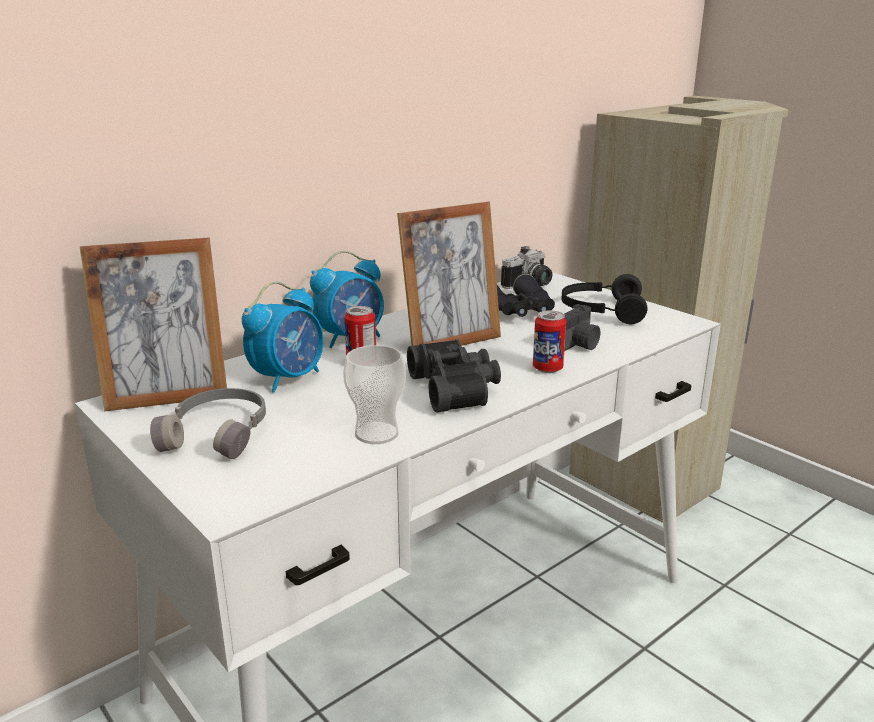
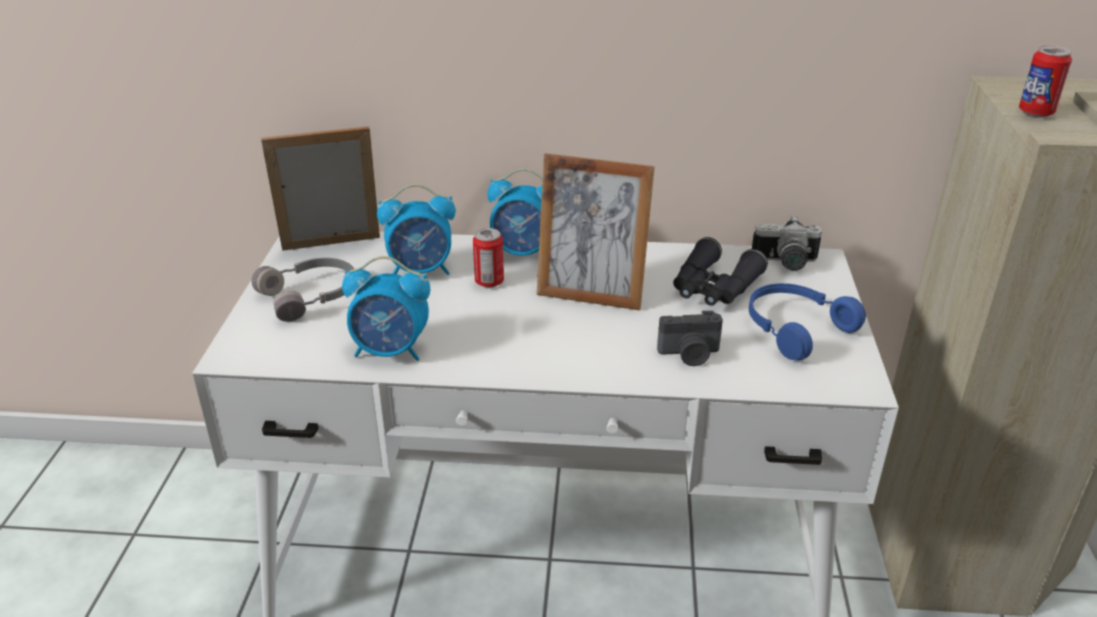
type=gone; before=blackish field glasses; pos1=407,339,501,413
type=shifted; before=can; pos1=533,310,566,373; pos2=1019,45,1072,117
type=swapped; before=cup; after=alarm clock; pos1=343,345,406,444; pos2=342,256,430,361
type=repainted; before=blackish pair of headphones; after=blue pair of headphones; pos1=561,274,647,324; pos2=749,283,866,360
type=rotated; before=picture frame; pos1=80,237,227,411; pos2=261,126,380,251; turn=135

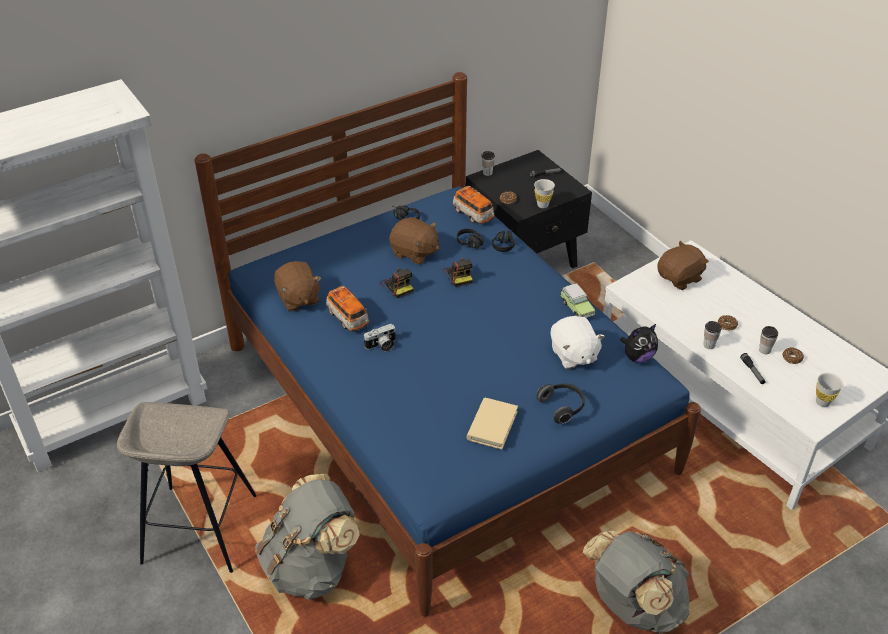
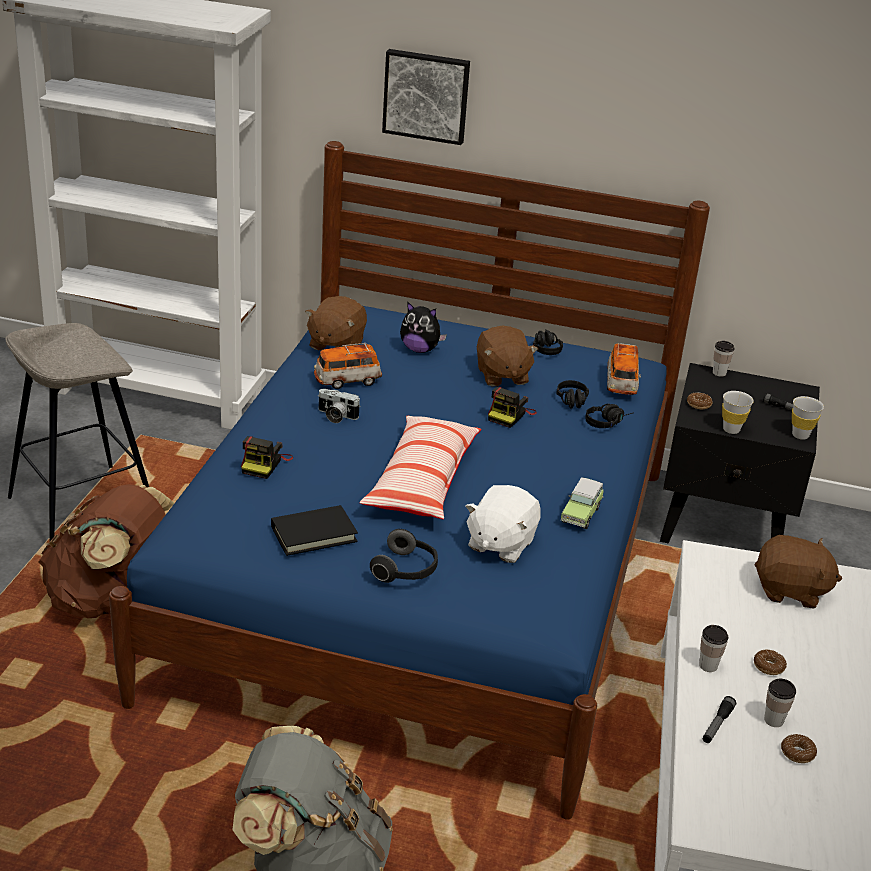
type=new; after=throw pillow; pos2=359,416,482,519
type=new; after=wall art; pos2=382,49,470,145
type=shifted; before=still camera; pos1=380,268,414,298; pos2=241,436,293,479
type=shifted; before=soft toy; pos1=620,324,658,363; pos2=400,302,447,353
type=shifted; before=white cup; pos1=816,373,843,407; pos2=792,396,824,440
type=repainted; before=greyish backpack; after=brown-coloured backpack; pos1=255,474,360,600; pos2=39,484,174,618
type=repainted; before=beige-coloured volume; after=blackish volume; pos1=466,397,518,450; pos2=271,505,358,556
type=rotated; before=toy car; pos1=326,286,370,331; pos2=314,343,382,389; turn=60

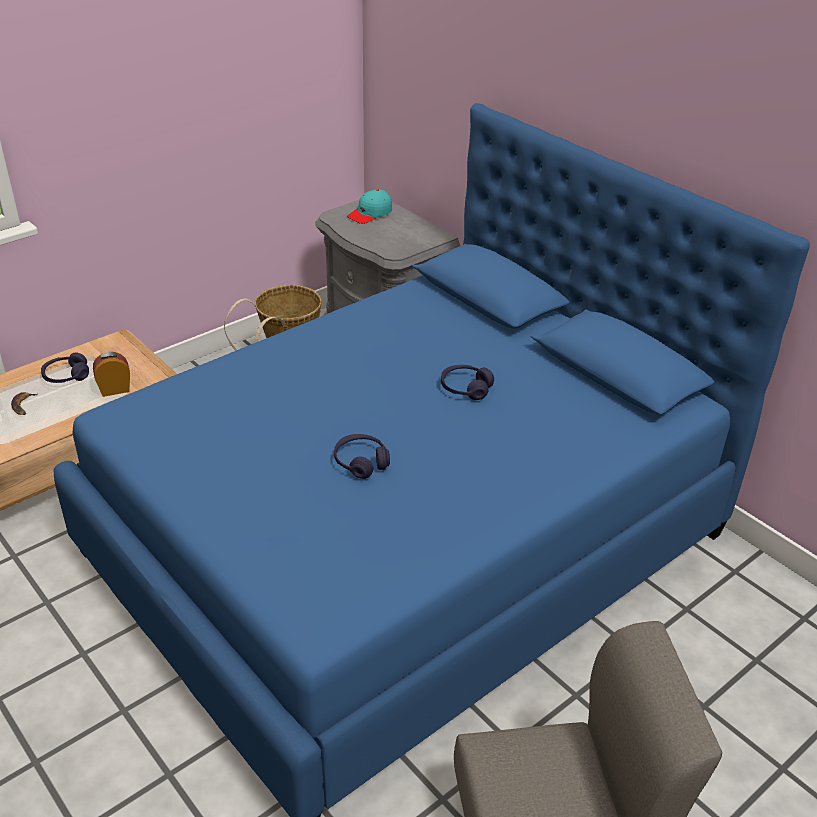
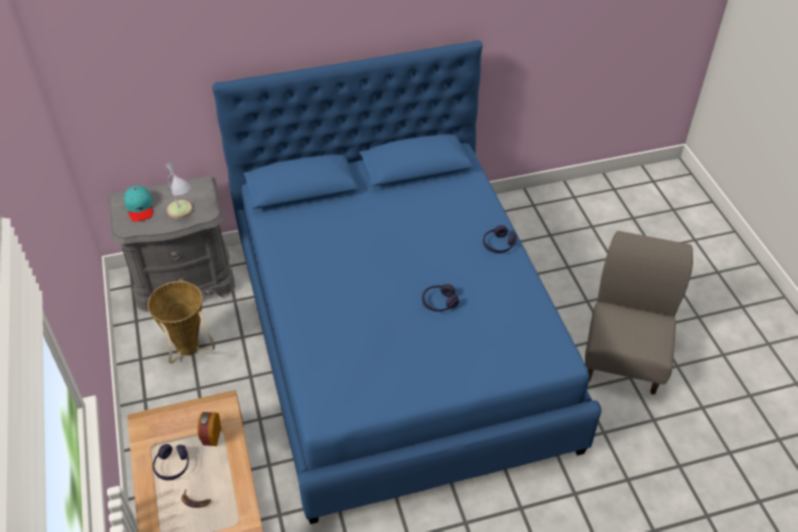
type=new; after=table lamp; pos2=166,162,192,219
type=shifted; before=purplish pair of headphones; pos1=441,365,494,400; pos2=483,225,517,253

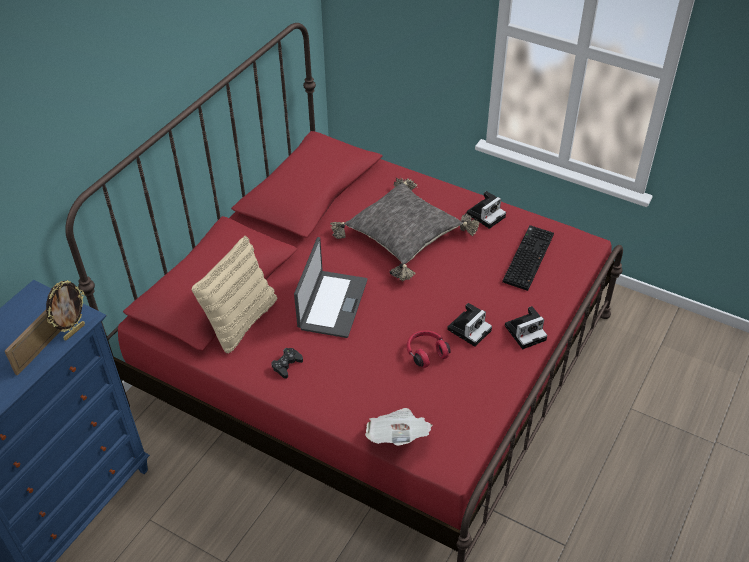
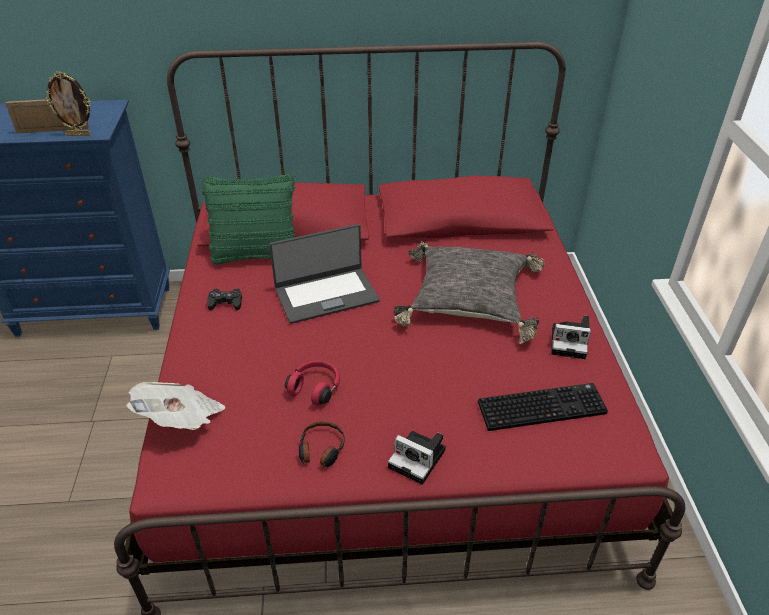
type=gone; before=still camera; pos1=447,303,492,347
type=new; after=pair of headphones; pos2=299,421,345,469
type=repainted; before=beige-coloured throw pillow; after=green throw pillow; pos1=192,236,278,353; pos2=202,174,296,265

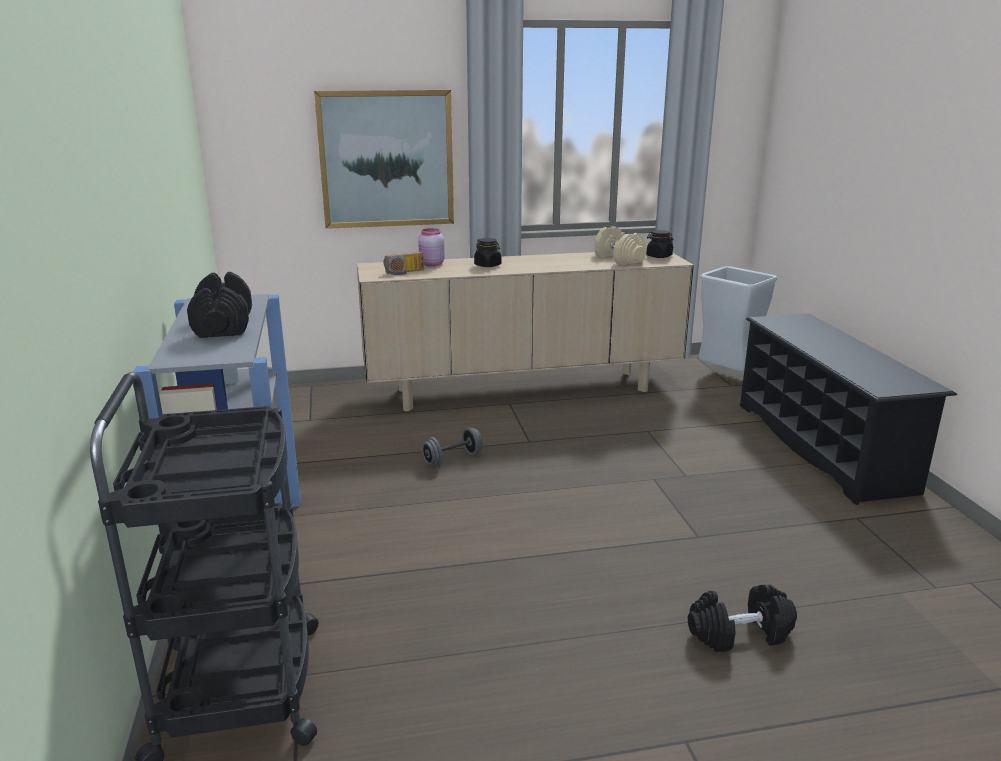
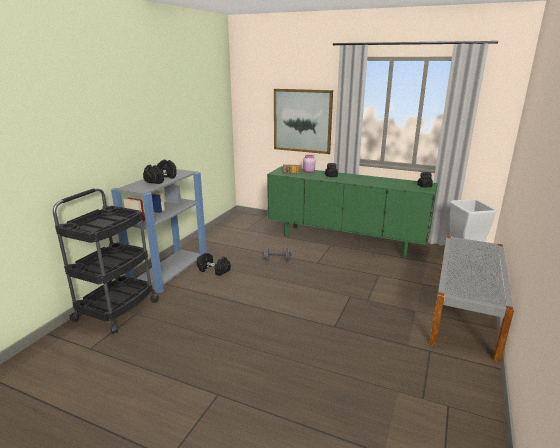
type=gone; before=beige-coloured hand weight; pos1=595,226,646,265
type=shifted; before=blackish hand weight; pos1=688,585,797,652; pos2=197,253,231,276
type=swapped; before=blackish shoe rack; after=greyish long seat; pos1=740,313,957,505; pos2=429,236,514,362
type=repainted; before=beige-coloured cupboard; after=green cupboard; pos1=357,250,694,411; pos2=267,166,438,258

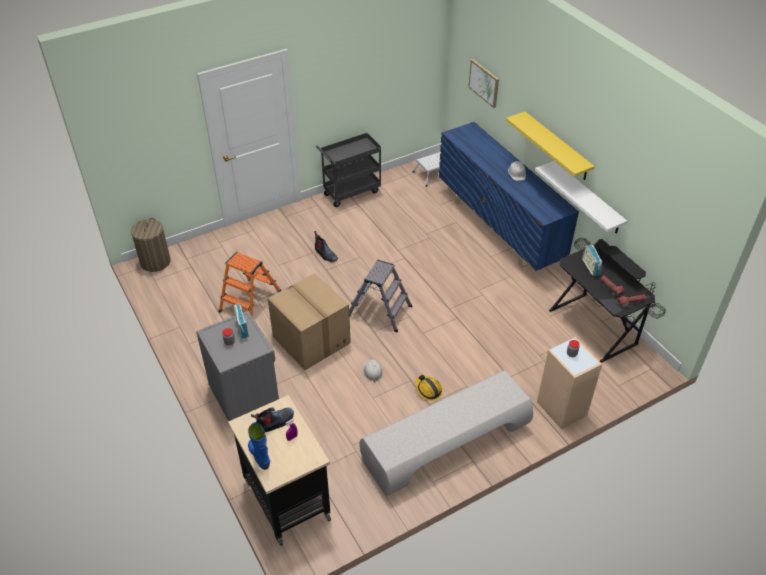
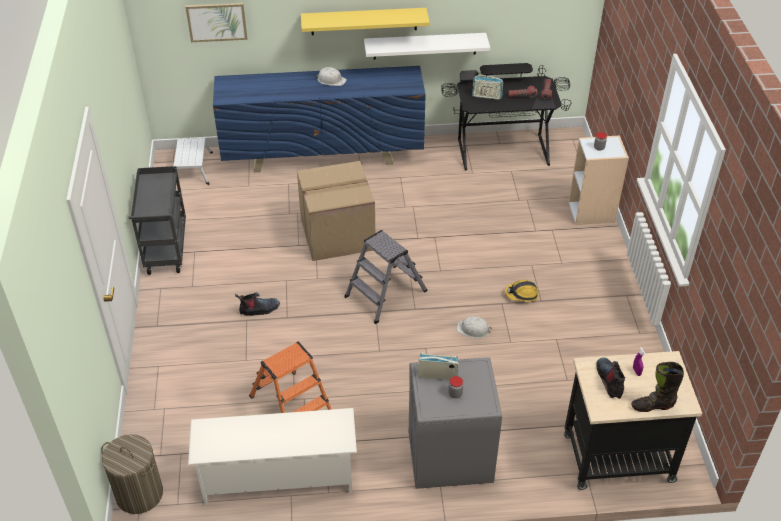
type=gone; before=greyish long seat; pos1=360,371,533,496
type=new; after=white shoe rack; pos2=188,408,357,505
type=shifted; before=cardboard box; pos1=267,273,351,370; pos2=297,161,375,261
type=repainted; before=blue high-top boot; after=blackish high-top boot; pos1=248,422,270,470; pos2=631,362,684,412

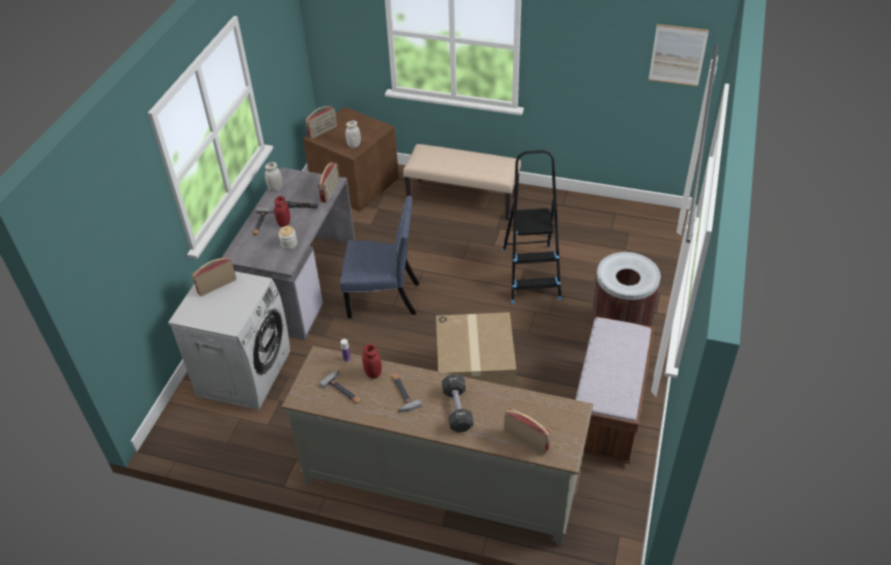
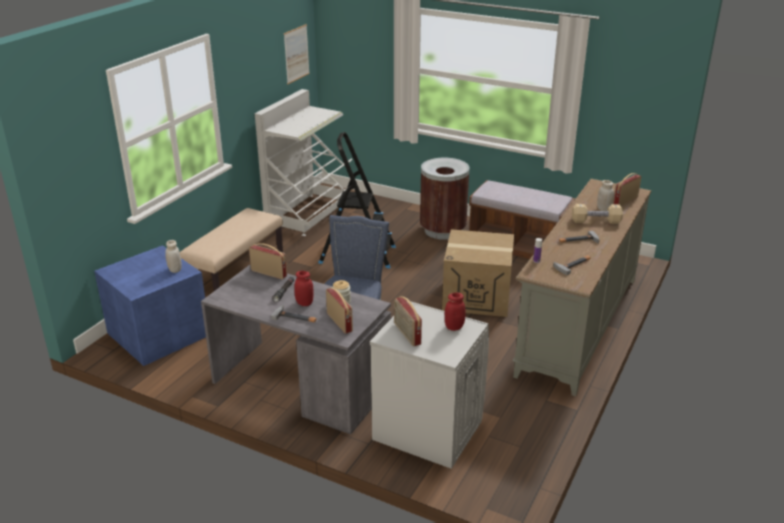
type=new; after=white shoe rack; pos2=255,89,352,236
type=shifted; before=white preserve jar; pos1=265,162,282,191; pos2=597,180,614,211
type=shifted; before=radio receiver; pos1=306,106,337,139; pos2=326,288,353,334
type=shifted; before=red-coloured preserve jar; pos1=362,344,382,379; pos2=445,293,466,331
type=repainted; before=brown-coloured storage box; after=blue storage box; pos1=303,107,399,212; pos2=94,245,206,366
type=repainted; before=blackish hand weight; after=beige-coloured hand weight; pos1=442,374,473,432; pos2=572,204,623,224

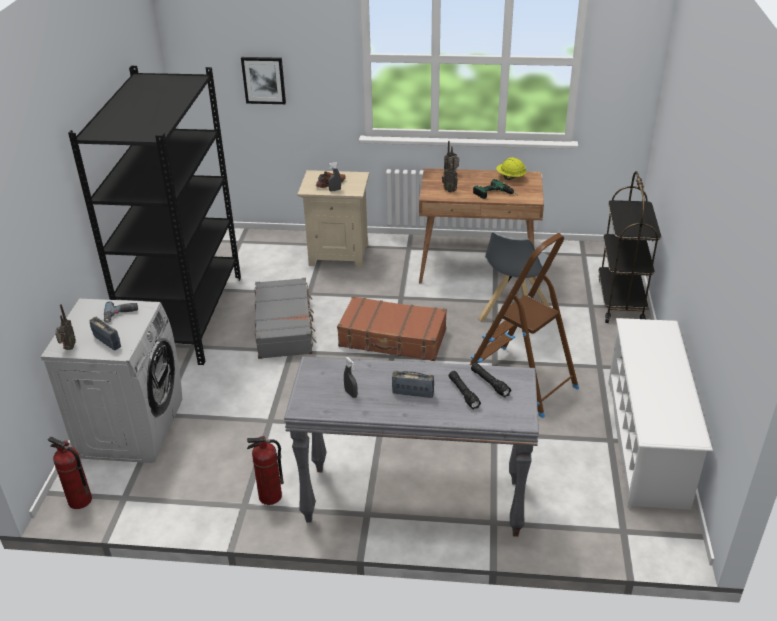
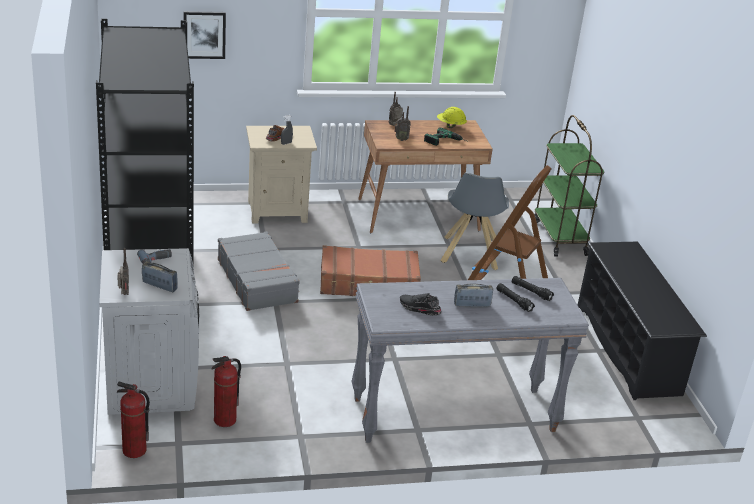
type=shifted; before=fire-fighting cylinder; pos1=247,436,284,505; pos2=212,356,241,427
type=swapped; before=greyish spray bottle; after=blackish shoe; pos1=344,357,358,398; pos2=400,293,441,315
type=repainted; before=blackish trolley; after=green trolley; pos1=598,171,661,323; pos2=534,115,605,257
type=repainted; before=white shoe rack; after=blackish shoe rack; pos1=608,318,713,510; pos2=578,242,707,400

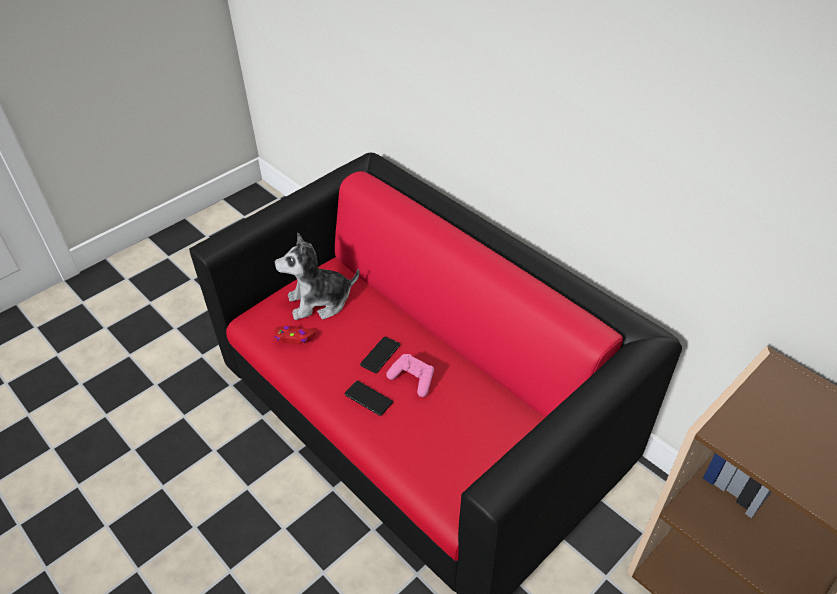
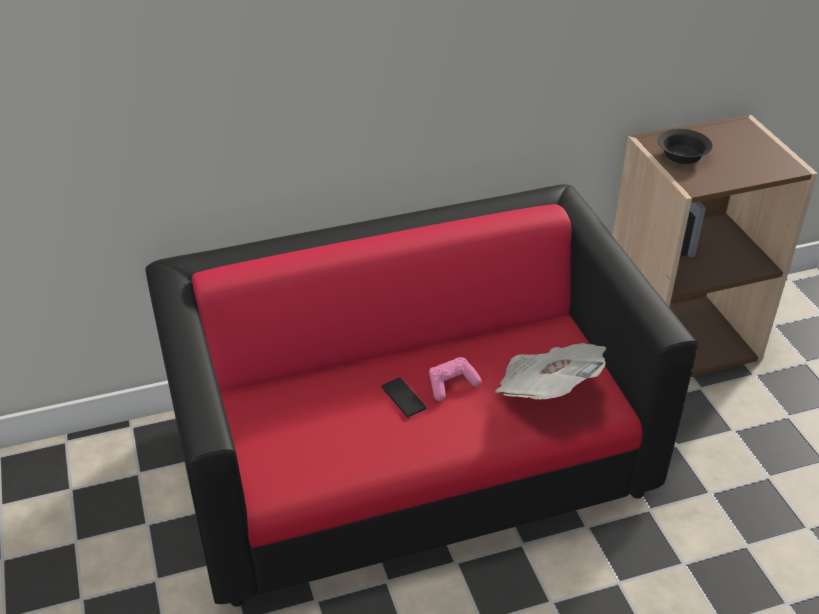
type=gone; before=soft toy; pos1=274,233,360,320
type=gone; before=red-coloured game controller; pos1=274,326,316,344
type=gone; before=handset; pos1=345,381,393,416
type=new; after=newspaper; pos2=495,343,606,400
type=new; after=blackish deep dish; pos2=658,129,712,164

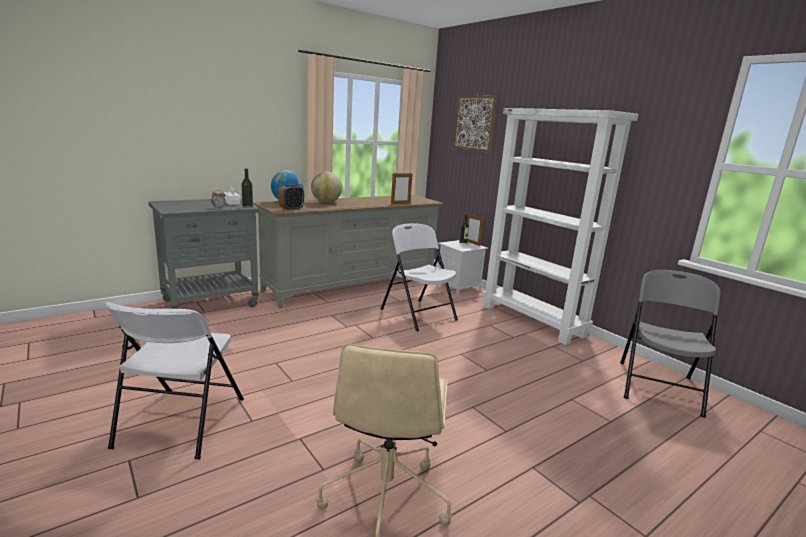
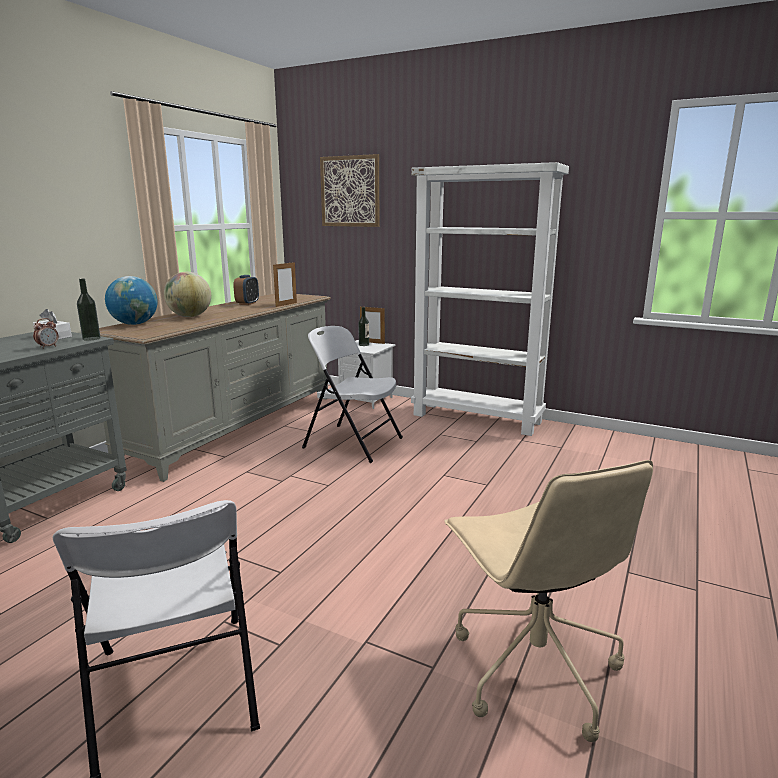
type=gone; before=greyish chair; pos1=620,270,721,418
type=shifted; before=alarm clock; pos1=278,184,304,211; pos2=233,275,259,305

